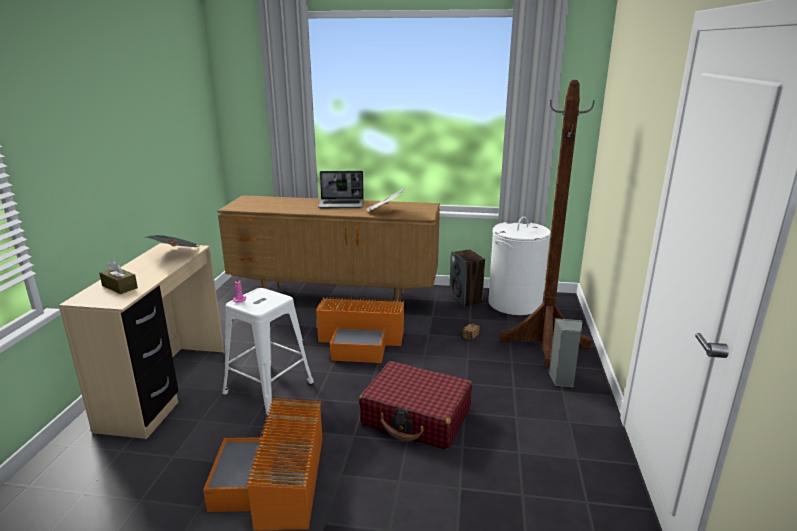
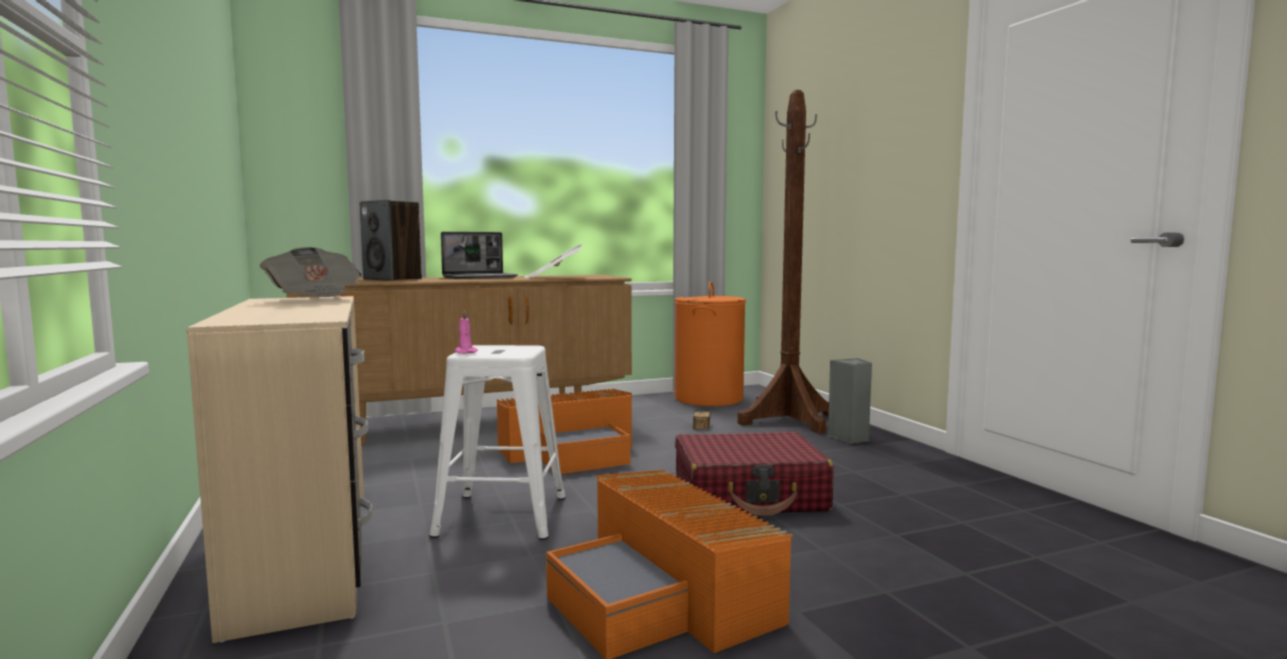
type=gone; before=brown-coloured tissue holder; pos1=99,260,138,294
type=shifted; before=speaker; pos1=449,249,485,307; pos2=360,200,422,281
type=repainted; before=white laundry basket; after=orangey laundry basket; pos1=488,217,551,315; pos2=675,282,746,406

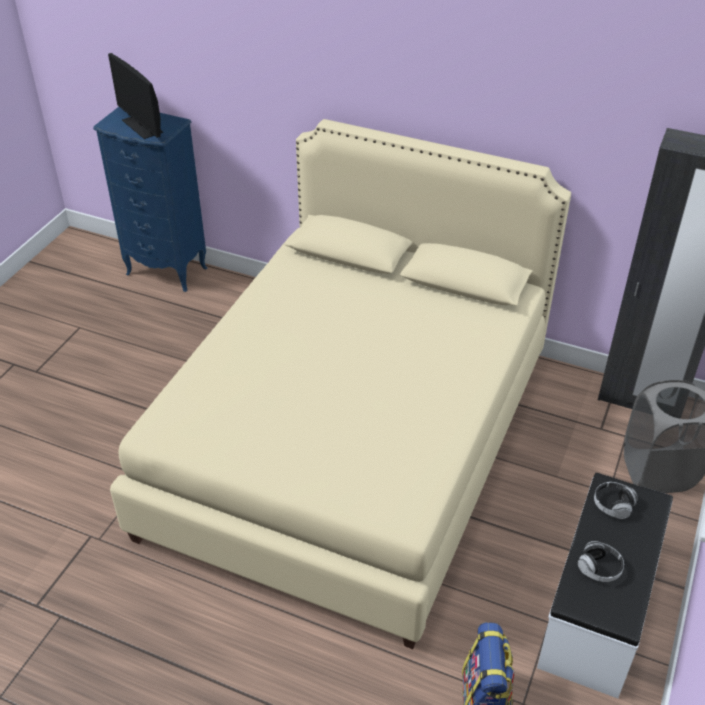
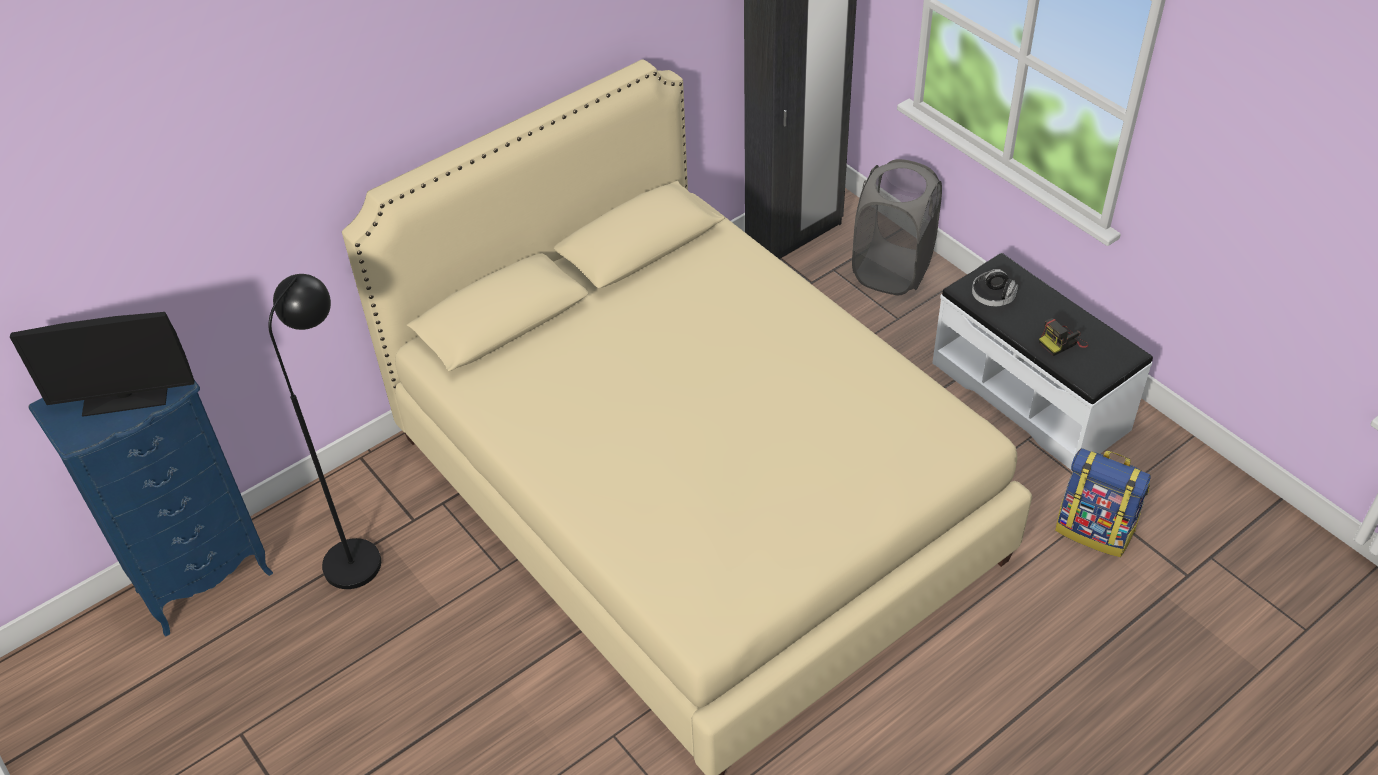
type=new; after=blackish floor lamp; pos2=268,274,381,589
type=swapped; before=pair of headphones; after=still camera; pos1=578,541,624,582; pos2=1039,318,1088,356

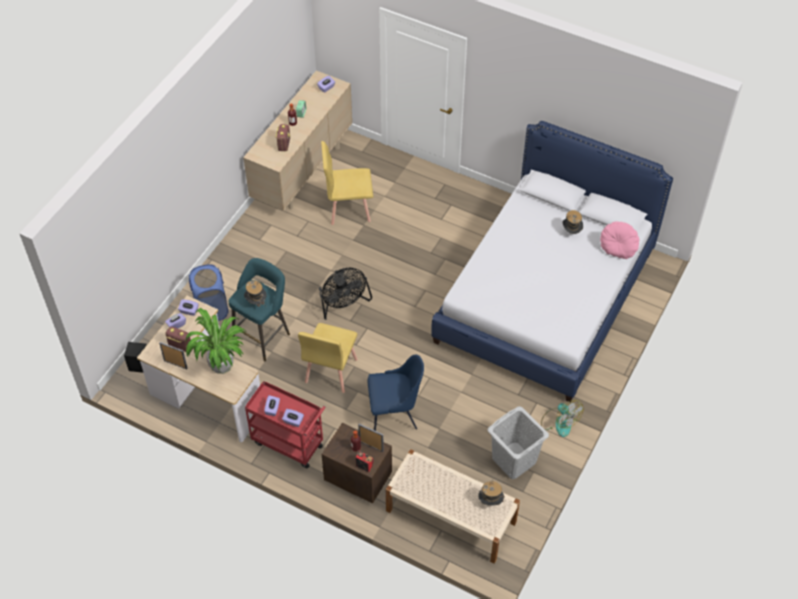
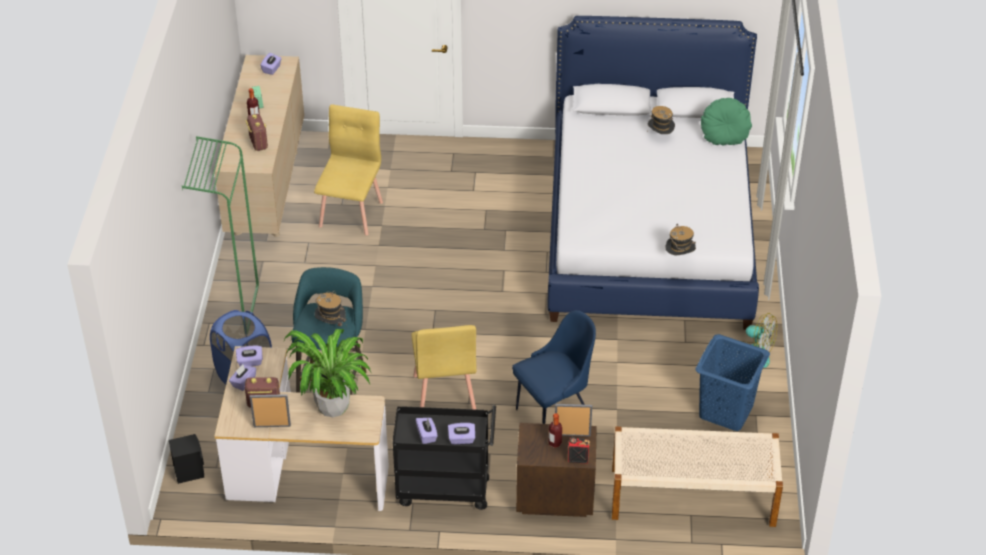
type=gone; before=blackish electric fan; pos1=319,268,372,320
type=new; after=green garment rack; pos2=182,136,259,313
type=shifted; before=clothing hat; pos1=478,479,505,505; pos2=666,225,696,256
type=repainted; before=red-coloured trolley; after=blackish trolley; pos1=245,381,326,468; pos2=392,405,496,510
type=repainted; before=greyish laundry basket; after=blue laundry basket; pos1=487,406,549,479; pos2=695,334,770,431
type=repainted; before=pinkish throw pillow; after=green throw pillow; pos1=600,221,639,259; pos2=701,98,752,145
type=rotated; before=yellow-coloured chair; pos1=321,141,373,225; pos2=314,104,383,235; turn=135

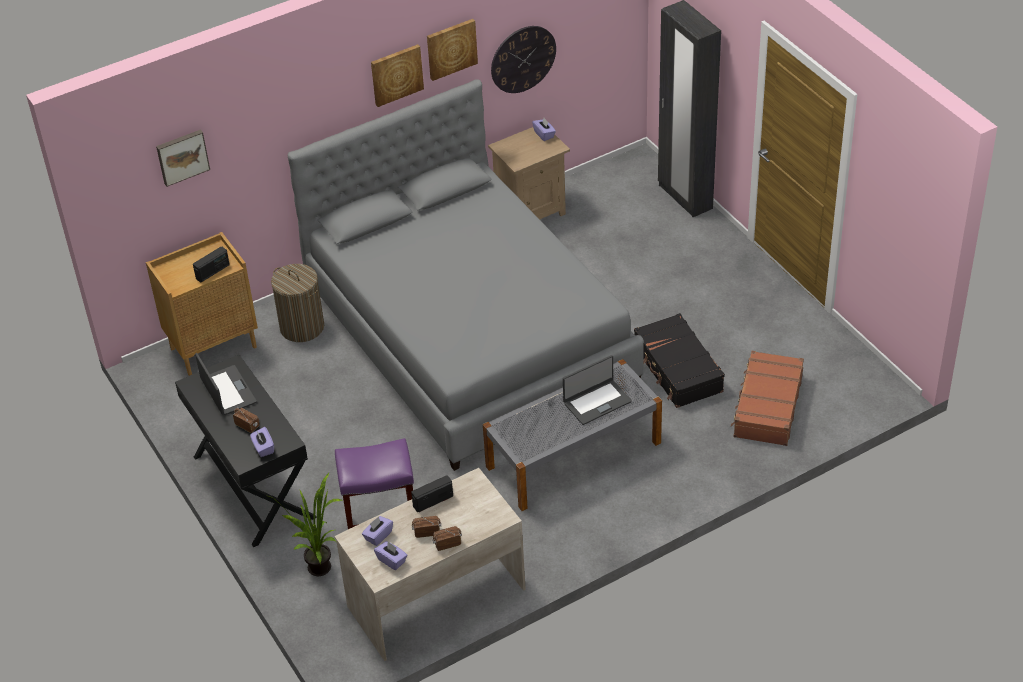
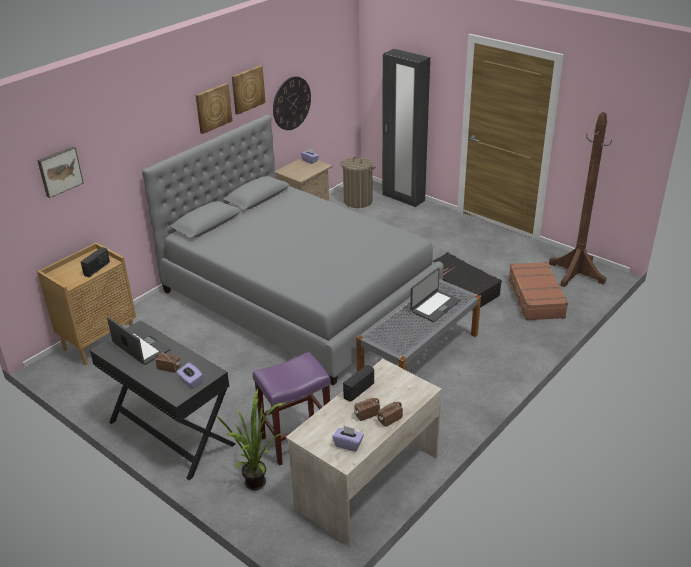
type=gone; before=purplish tissue holder; pos1=362,516,393,546
type=new; after=brown-coloured garment rack; pos2=549,112,612,287
type=shifted; before=laundry basket; pos1=271,264,324,342; pos2=340,157,375,208

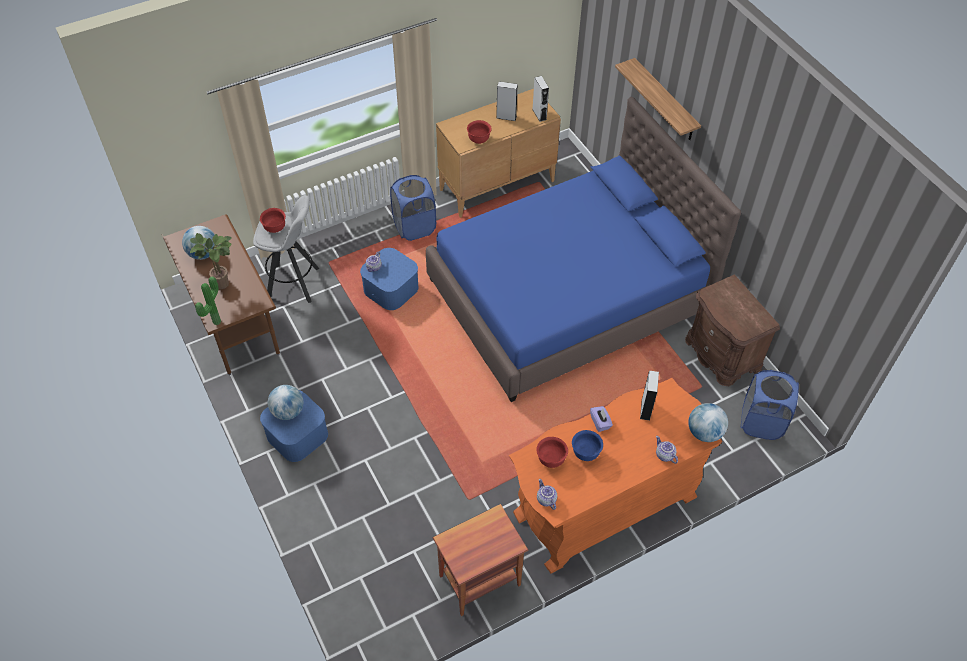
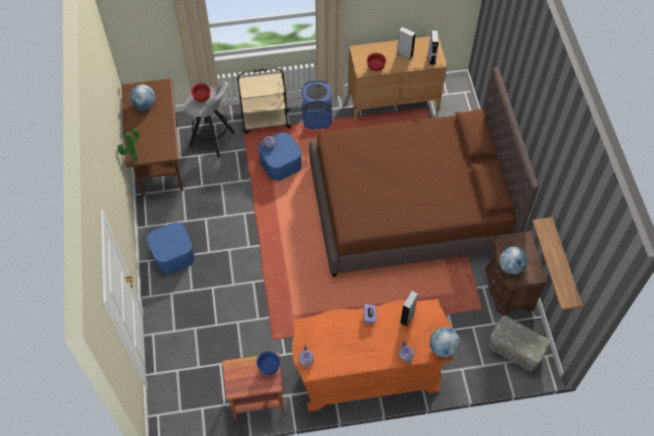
type=gone; before=potted plant; pos1=190,233,232,289
type=gone; before=red-coloured deep dish; pos1=536,437,568,468
type=new; after=beige-coloured trolley; pos2=237,68,291,134
type=shifted; before=globe; pos1=268,385,303,420; pos2=500,247,528,274
type=shifted; before=blue deep dish; pos1=572,430,603,461; pos2=257,351,280,375
type=shifted; before=shelf; pos1=615,58,701,140; pos2=532,217,583,310
type=swapped; before=blue laundry basket; after=greyish storage box; pos1=741,370,799,440; pos2=490,316,550,371
type=repainted; before=blue sleeping bed; after=brown-coloured sleeping bed; pos1=426,97,741,402; pos2=309,67,539,277

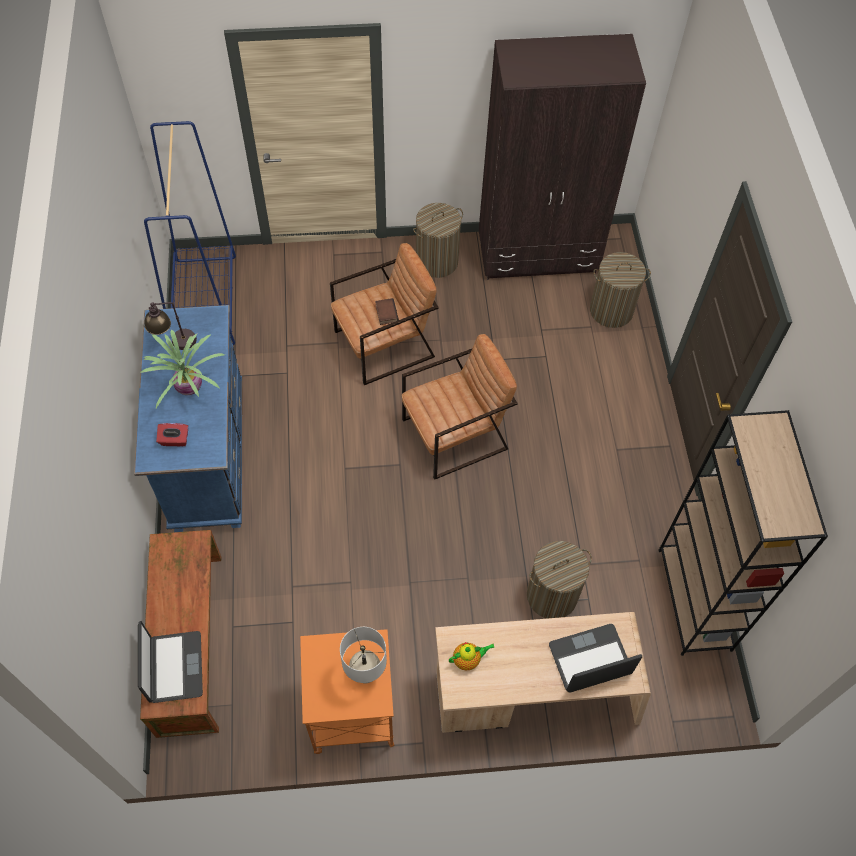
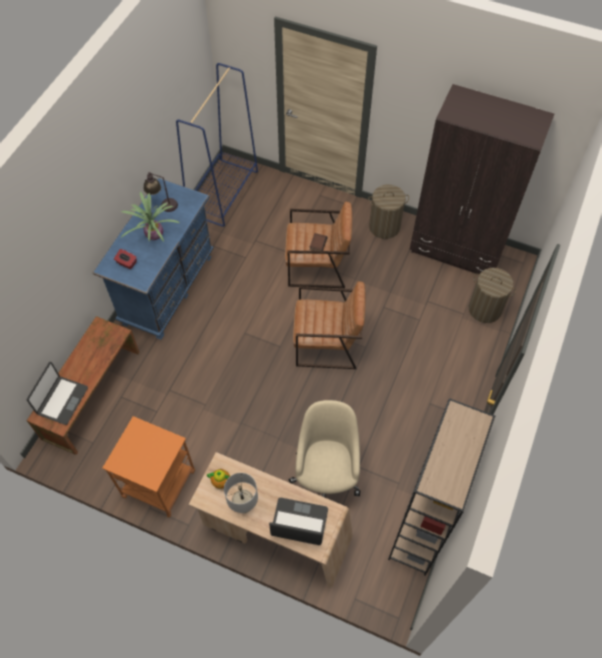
type=shifted; before=white table lamp; pos1=340,627,387,683; pos2=224,473,258,513
type=swapped; before=laundry basket; after=beige-coloured desk chair; pos1=527,541,592,619; pos2=288,400,360,497

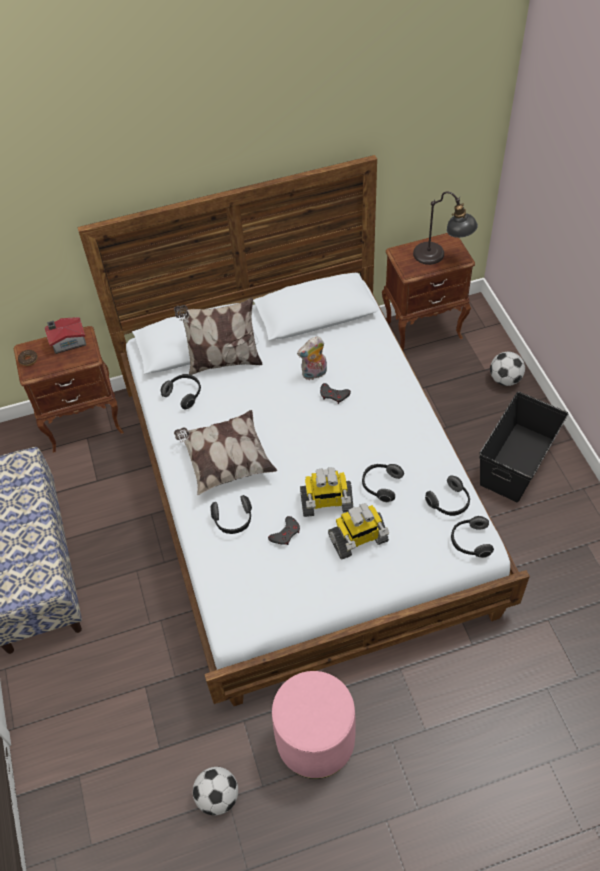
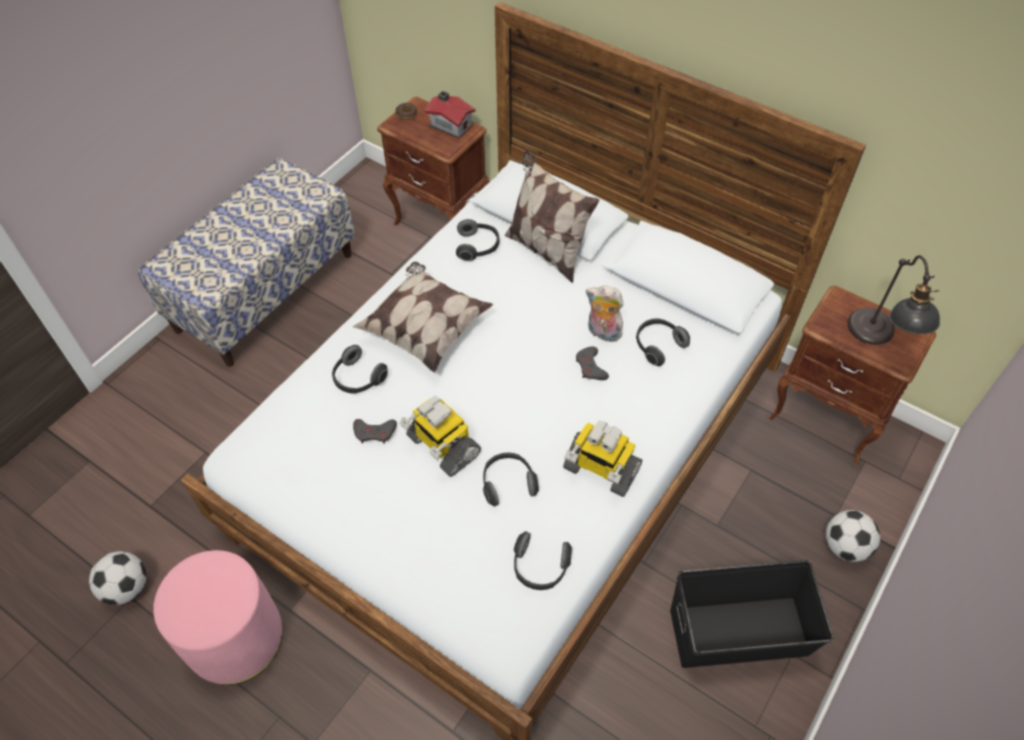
type=shifted; before=model robot; pos1=328,503,389,560; pos2=563,421,642,497
type=shifted; before=pair of headphones; pos1=451,516,494,558; pos2=636,318,690,366

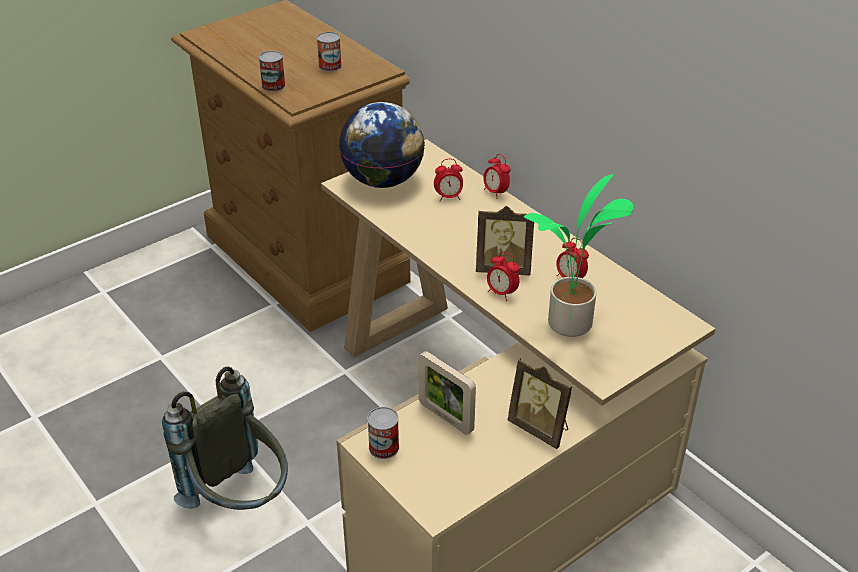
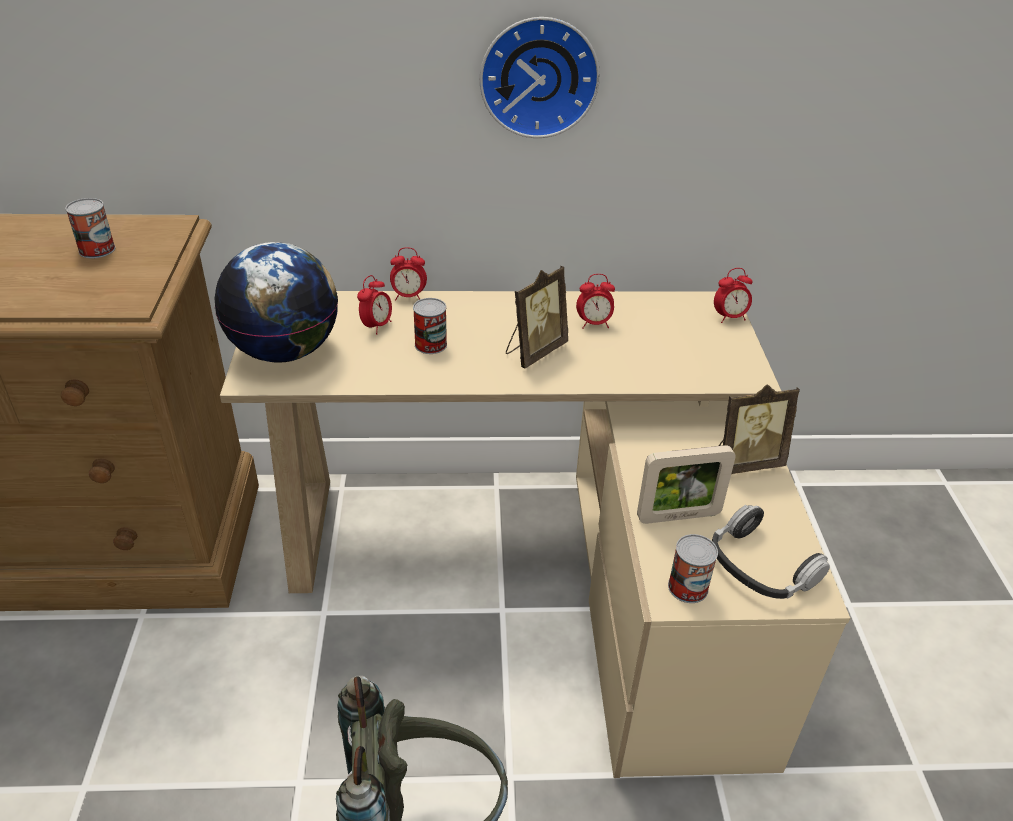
type=gone; before=potted plant; pos1=524,174,633,337
type=new; after=clock on the wall; pos2=480,17,600,138
type=new; after=pair of headphones; pos2=712,505,830,599
type=shifted; before=can; pos1=259,51,286,92; pos2=413,298,447,354
type=shifted; before=alarm clock; pos1=487,252,520,301; pos2=714,268,753,323

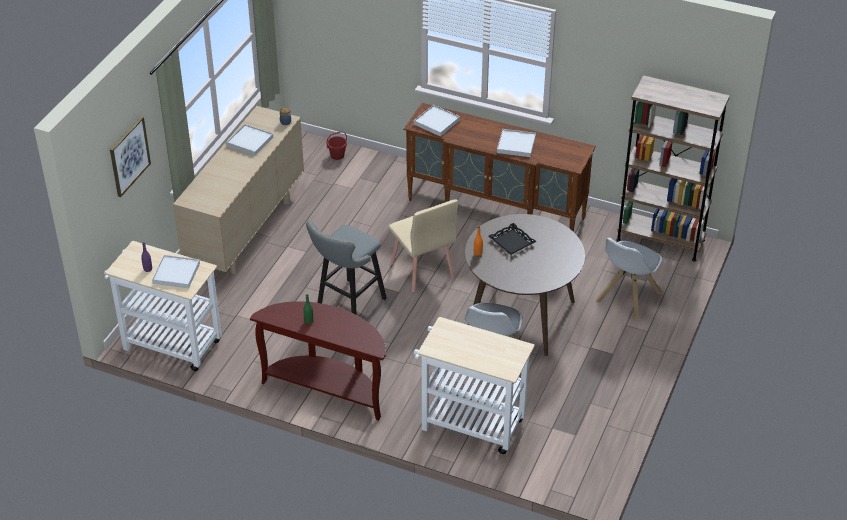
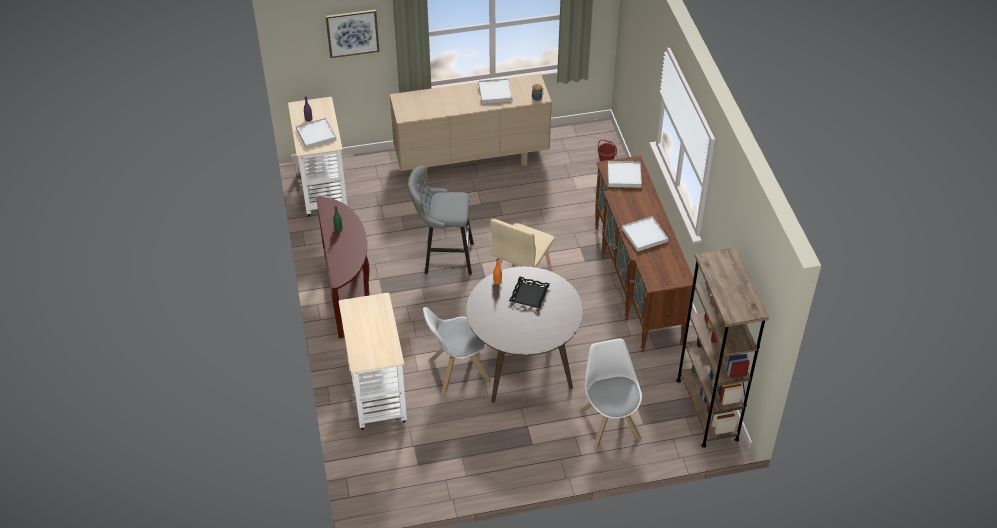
type=rotated; before=chair; pos1=596,238,662,321; pos2=580,338,642,449; turn=75

